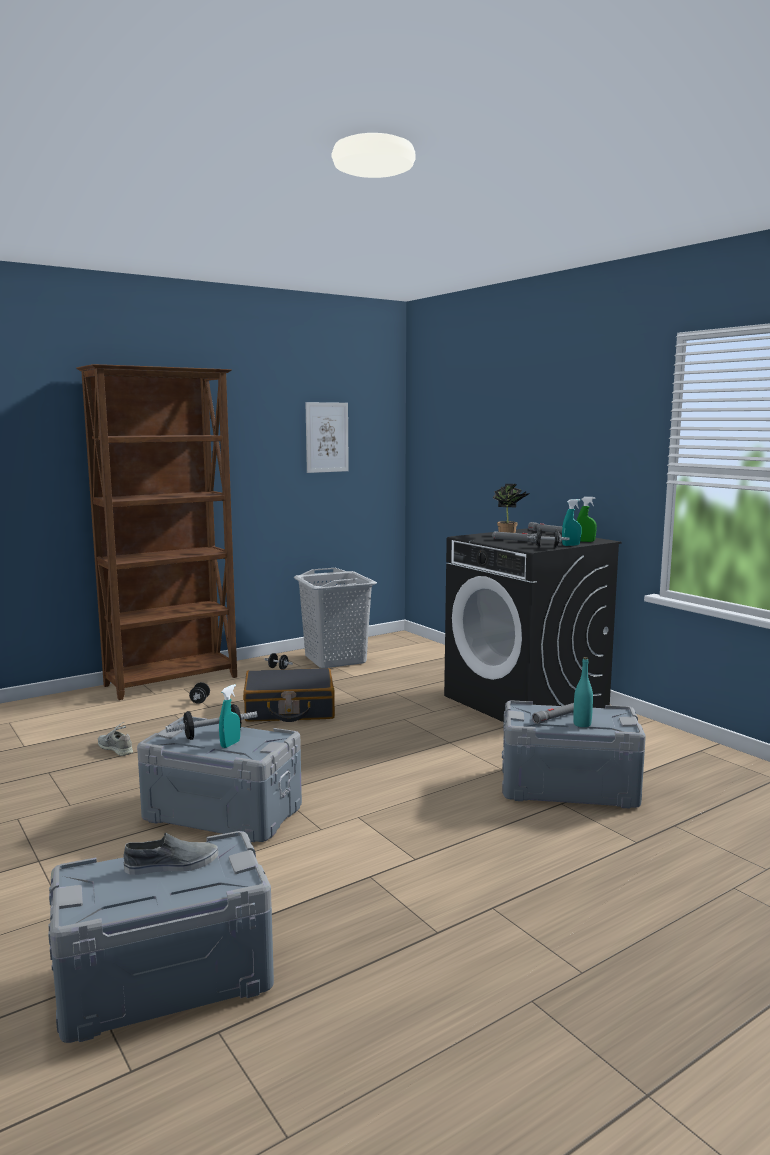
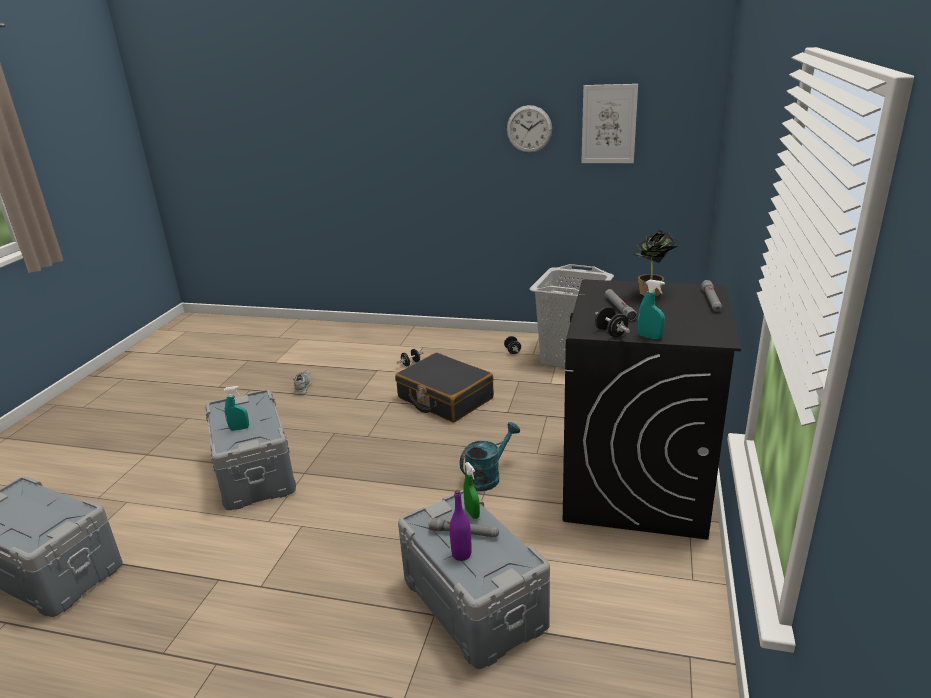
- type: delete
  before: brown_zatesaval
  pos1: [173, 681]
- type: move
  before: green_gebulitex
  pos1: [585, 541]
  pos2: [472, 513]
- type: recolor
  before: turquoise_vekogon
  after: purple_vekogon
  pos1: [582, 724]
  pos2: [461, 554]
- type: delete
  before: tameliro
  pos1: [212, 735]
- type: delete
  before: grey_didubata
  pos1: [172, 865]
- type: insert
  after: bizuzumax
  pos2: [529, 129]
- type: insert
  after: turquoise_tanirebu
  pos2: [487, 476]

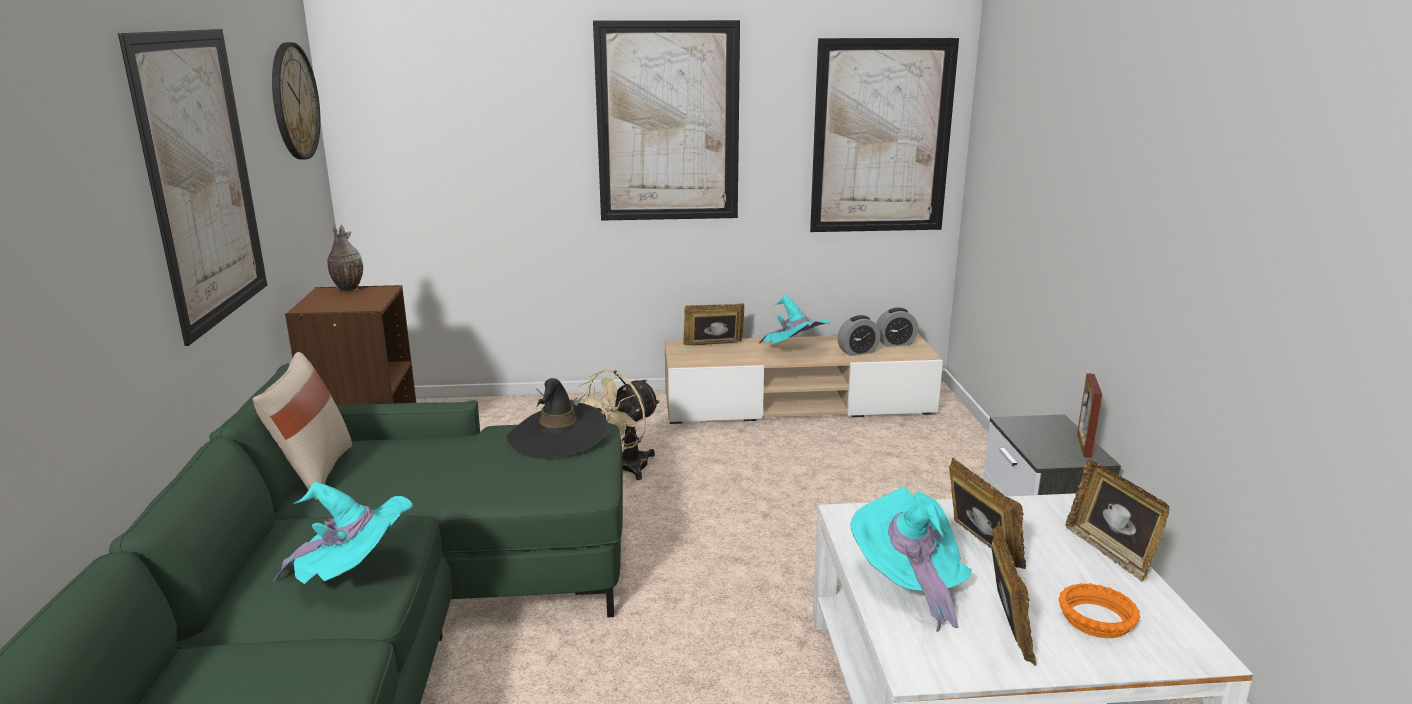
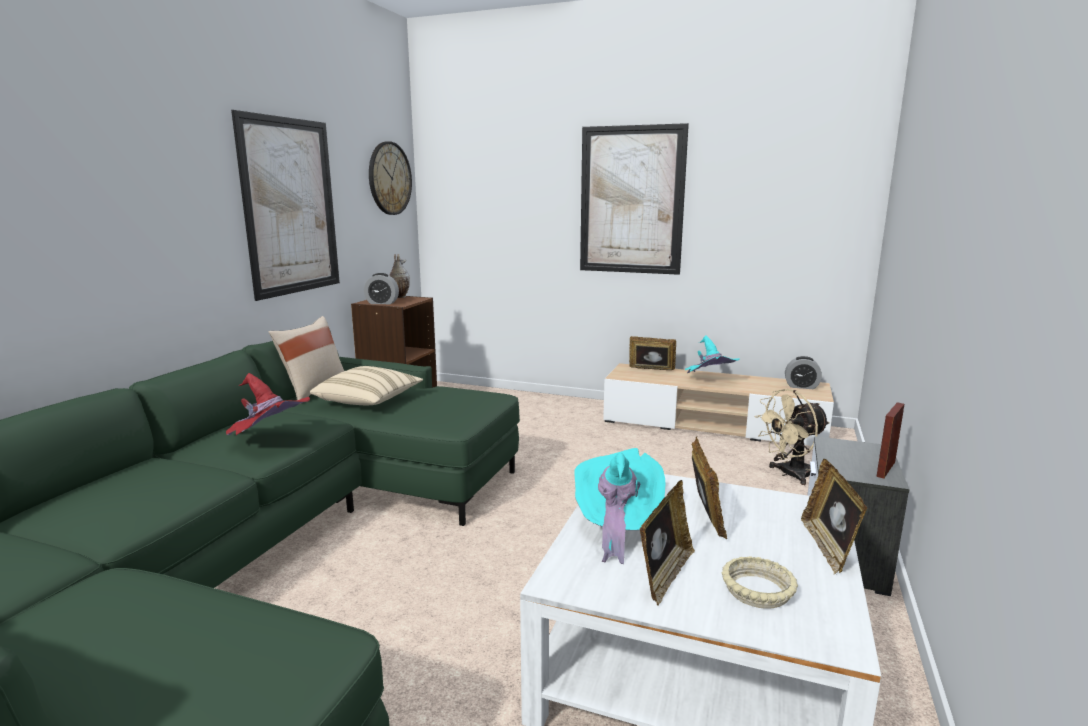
- type: delete
  before: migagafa
  pos1: [881, 137]
- type: move
  before: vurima
  pos1: [858, 352]
  pos2: [382, 303]
- type: move
  before: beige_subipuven
  pos1: [623, 469]
  pos2: [789, 474]
- type: delete
  before: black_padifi
  pos1: [558, 437]
- type: recolor
  before: turquoise_padifi
  after: red_padifi
  pos1: [355, 574]
  pos2: [269, 440]
- type: recolor
  before: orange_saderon
  after: beige_saderon
  pos1: [1095, 619]
  pos2: [757, 590]
- type: insert
  after: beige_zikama
  pos2: [369, 401]

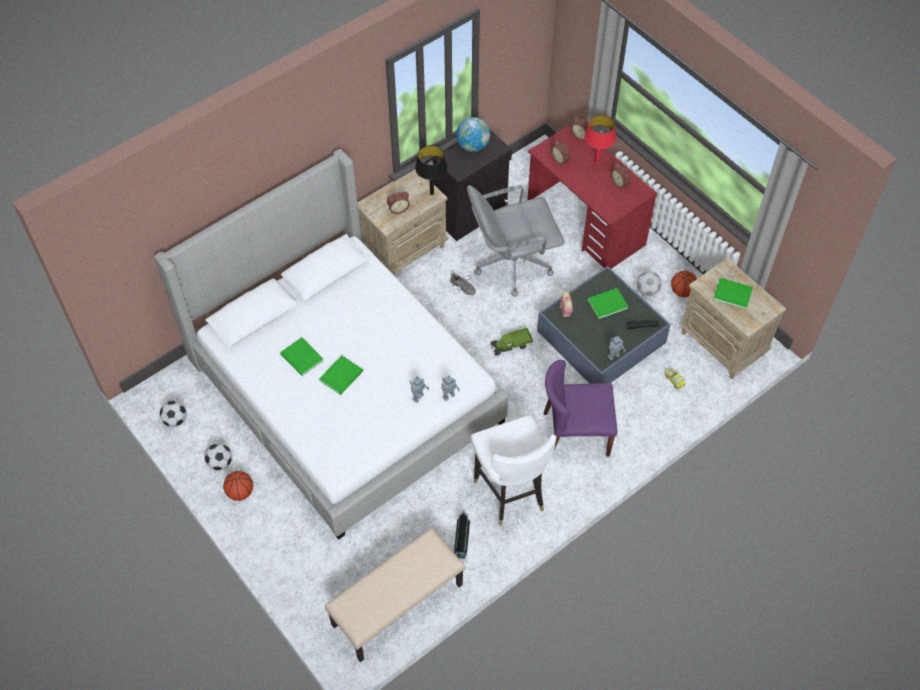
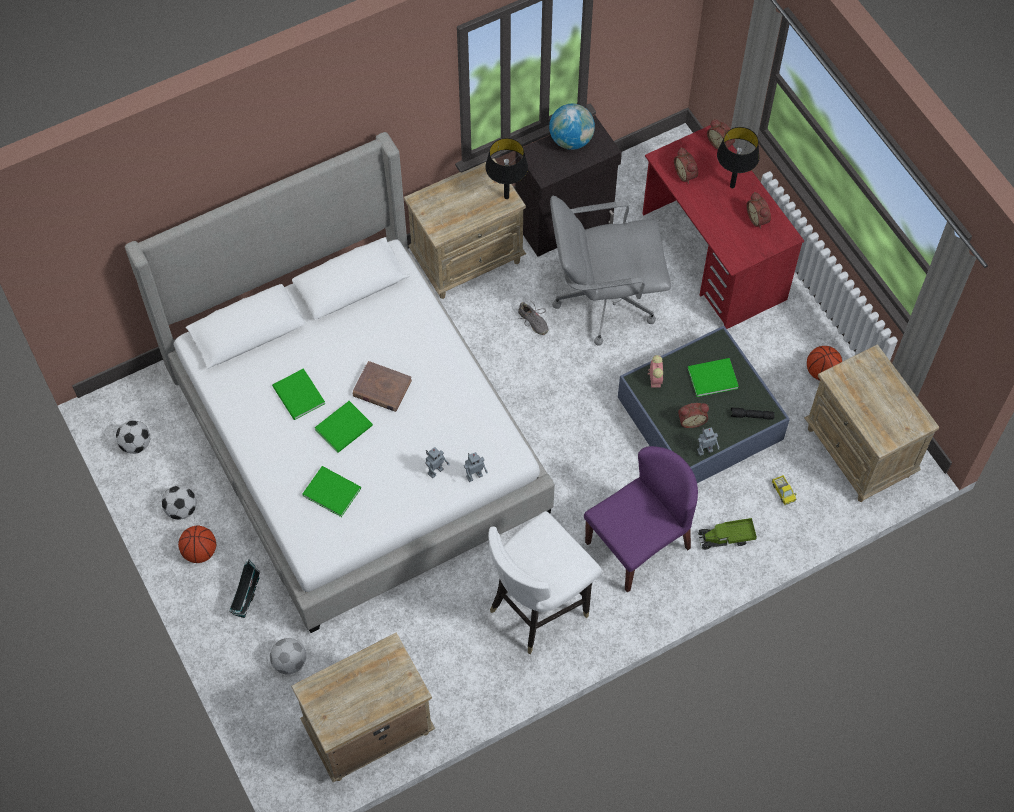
- type: recolor
  before: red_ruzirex
  after: black_ruzirex
  pos1: [596, 163]
  pos2: [732, 186]
- type: move
  before: vurima
  pos1: [398, 208]
  pos2: [691, 420]
- type: move
  before: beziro
  pos1: [647, 291]
  pos2: [289, 662]
- type: move
  before: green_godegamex
  pos1: [732, 293]
  pos2: [331, 490]
- type: move
  before: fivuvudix
  pos1: [511, 345]
  pos2: [726, 538]
- type: rotate
  before: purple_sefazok
  pos1: [575, 434]
  pos2: [638, 544]
  turn: 135
- type: rotate
  before: white_sefazok
  pos1: [510, 493]
  pos2: [538, 608]
  turn: 60
- type: move
  before: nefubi
  pos1: [461, 543]
  pos2: [245, 598]
- type: replace
  before: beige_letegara
  after: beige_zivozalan
  pos1: [397, 606]
  pos2: [368, 730]
- type: insert
  after: brown_godegamex
  pos2: [382, 388]

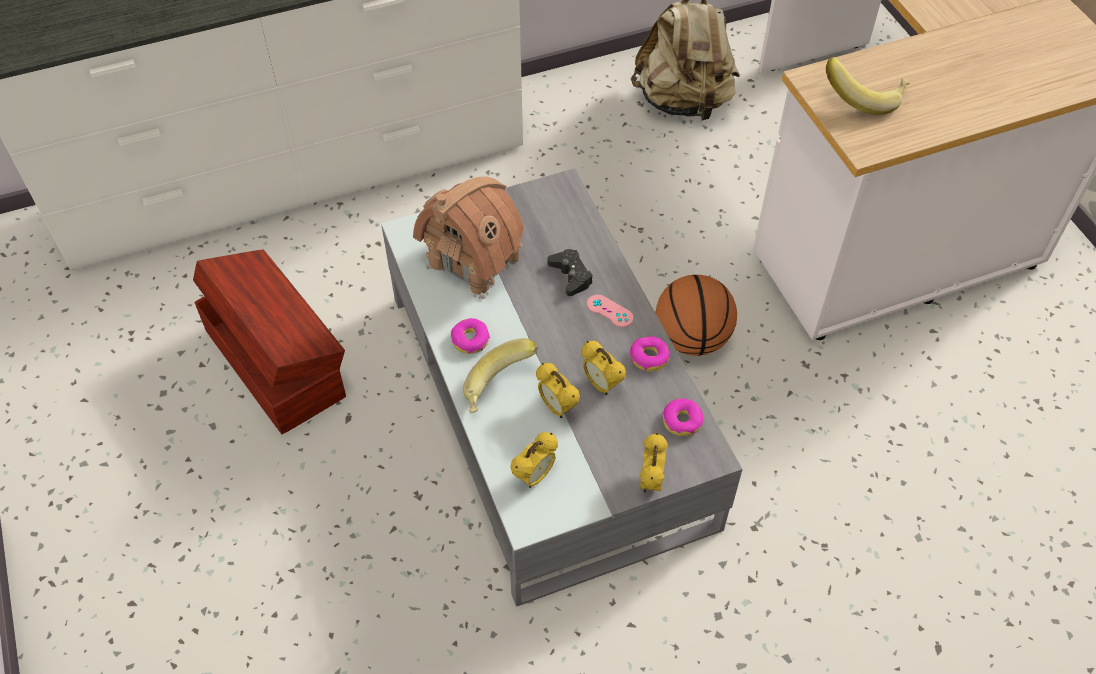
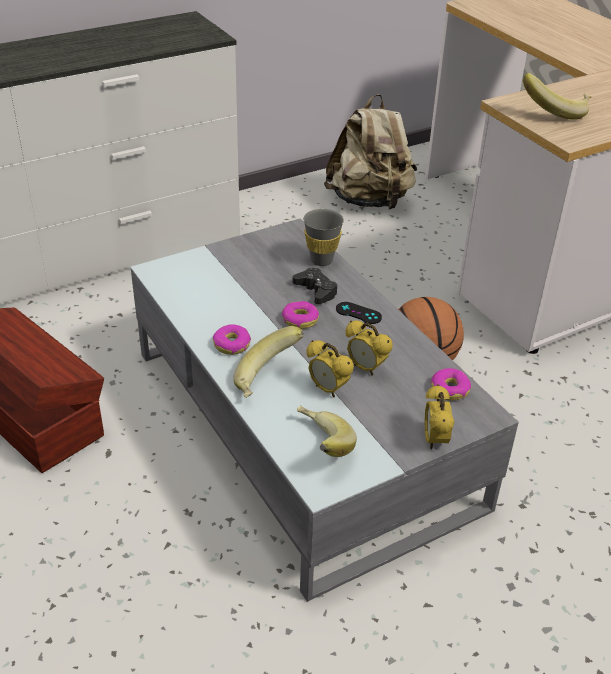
- type: delete
  before: nefubi
  pos1: [474, 260]
- type: recolor
  before: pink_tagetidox
  after: black_tagetidox
  pos1: [609, 311]
  pos2: [358, 313]
- type: move
  before: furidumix
  pos1: [649, 357]
  pos2: [300, 320]
- type: replace
  before: vurima
  after: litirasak
  pos1: [534, 476]
  pos2: [319, 447]
- type: insert
  after: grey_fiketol
  pos2: [321, 260]

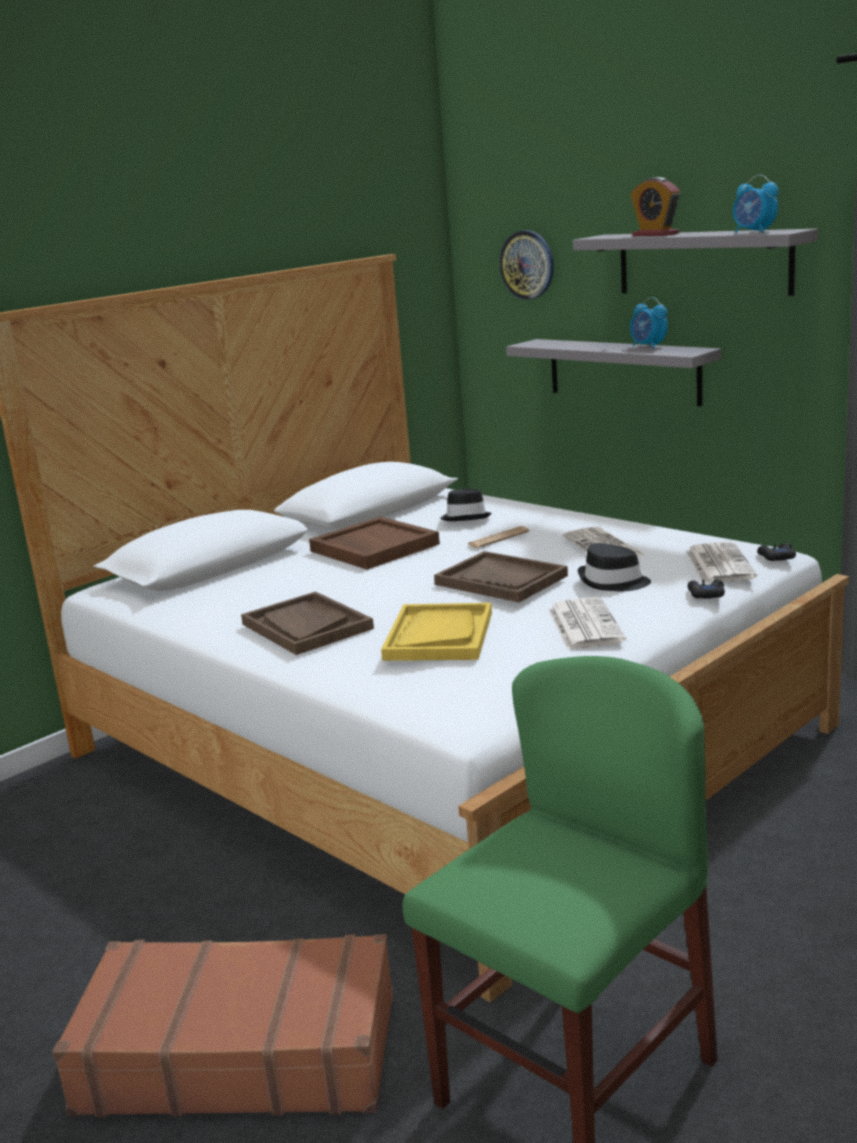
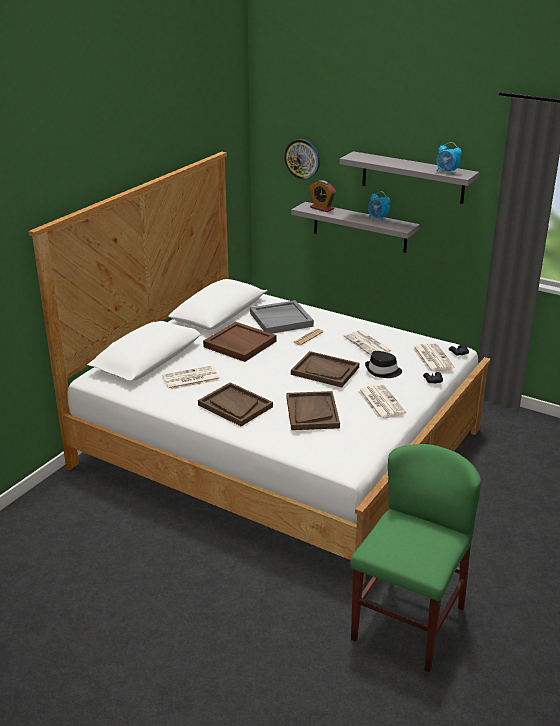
- type: move
  before: vurima
  pos1: [655, 235]
  pos2: [322, 208]
- type: replace
  before: black_padifi
  after: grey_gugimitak
  pos1: [466, 517]
  pos2: [281, 319]
- type: recolor
  before: yellow_gugimitak
  after: brown_gugimitak
  pos1: [439, 635]
  pos2: [312, 412]
- type: delete
  before: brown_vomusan
  pos1: [239, 1052]
- type: insert
  after: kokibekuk
  pos2: [190, 379]

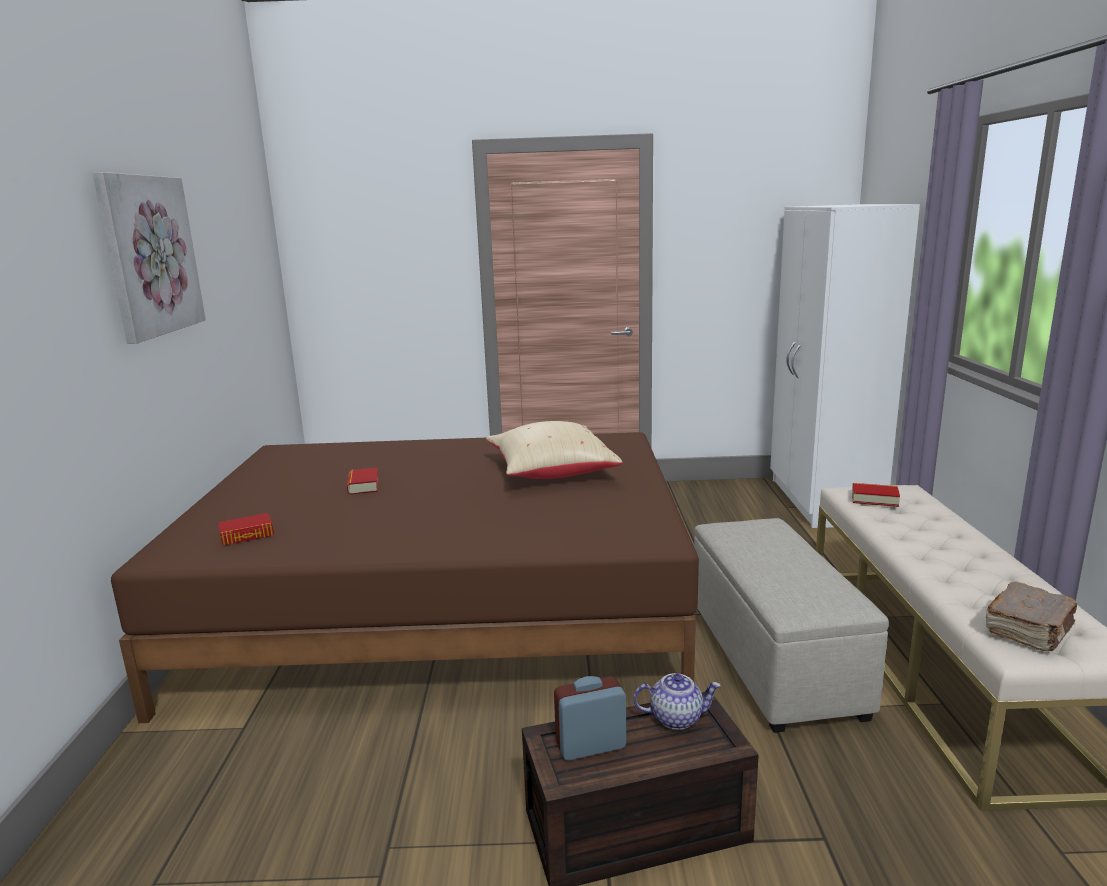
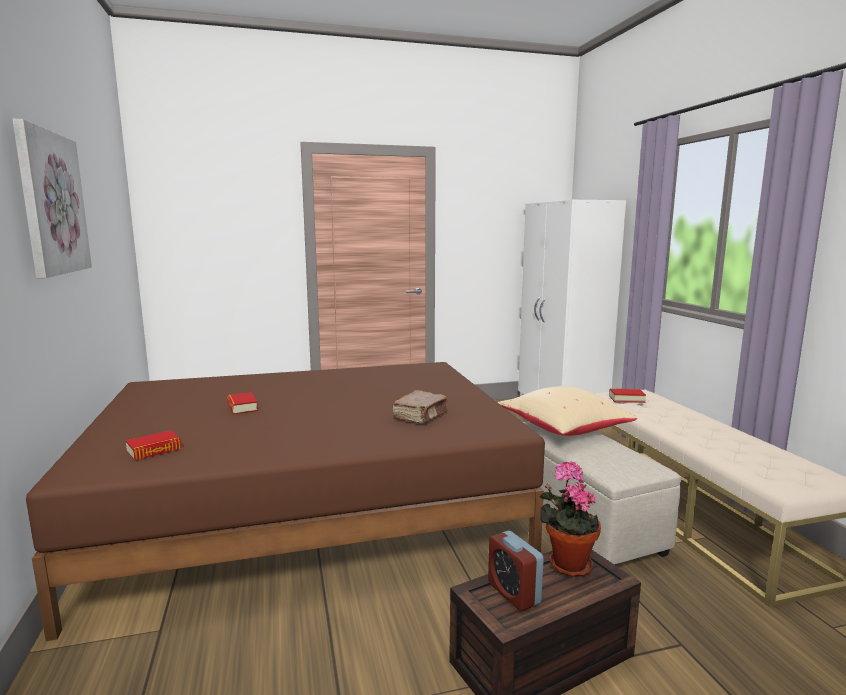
- type: move
  before: beige_zikama
  pos1: [550, 473]
  pos2: [562, 429]
- type: move
  before: brown_godegamex
  pos1: [1029, 630]
  pos2: [421, 416]
- type: replace
  before: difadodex
  after: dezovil
  pos1: [676, 718]
  pos2: [566, 563]
- type: rotate
  before: vurima
  pos1: [590, 745]
  pos2: [513, 593]
  turn: -90

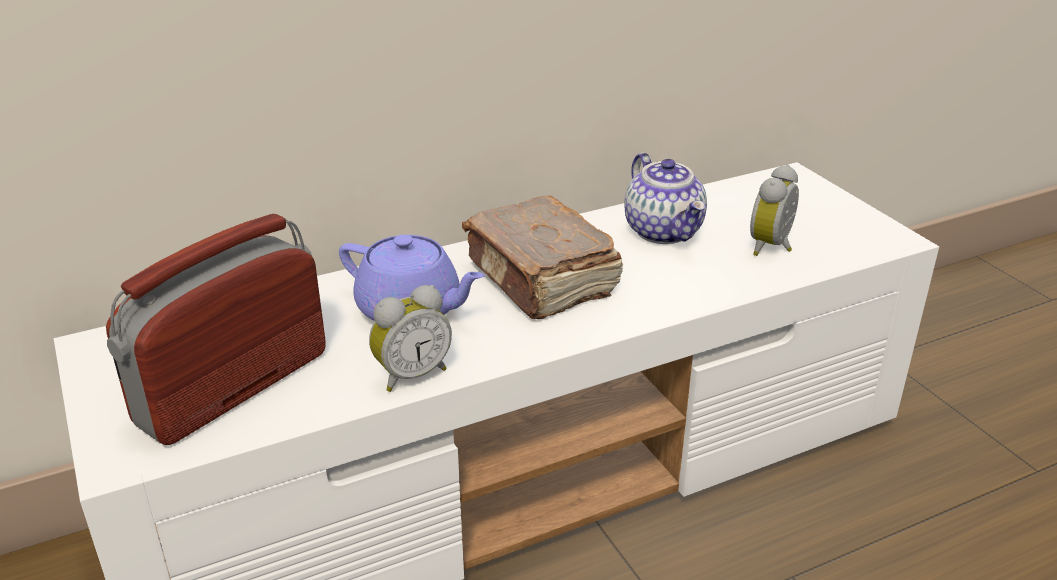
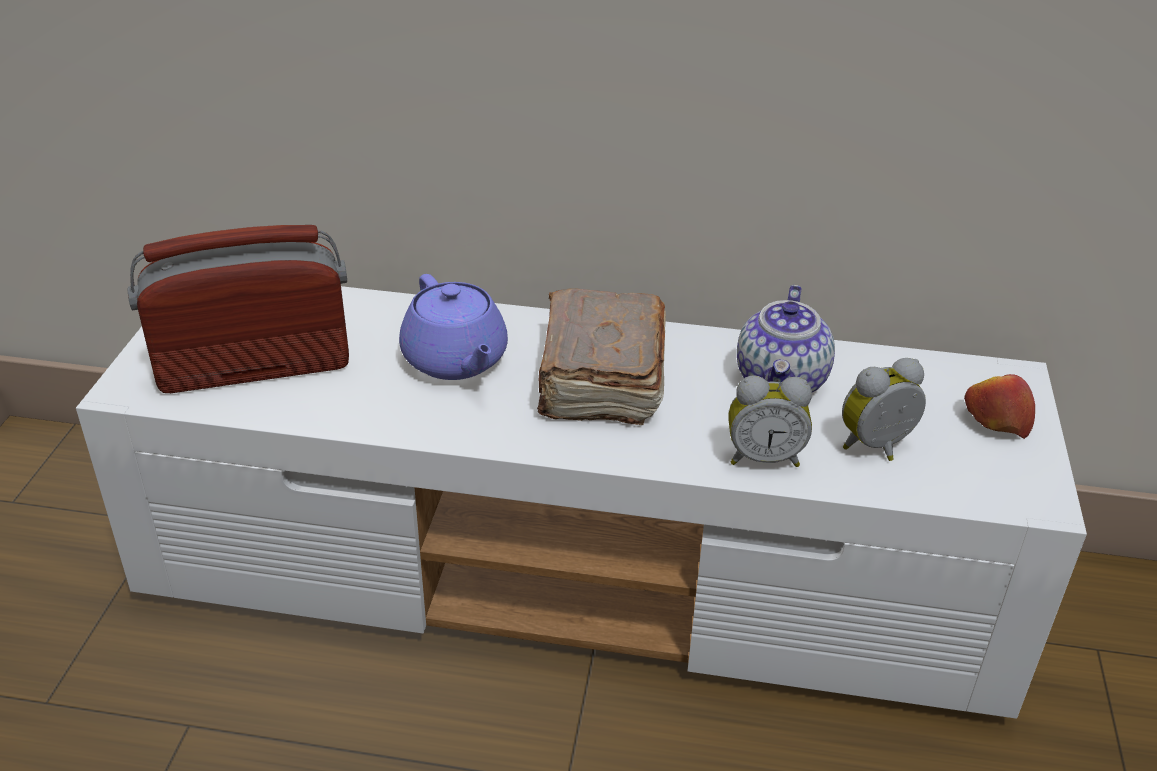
- type: move
  before: vurima
  pos1: [411, 374]
  pos2: [763, 457]
- type: insert
  after: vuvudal
  pos2: [995, 419]

